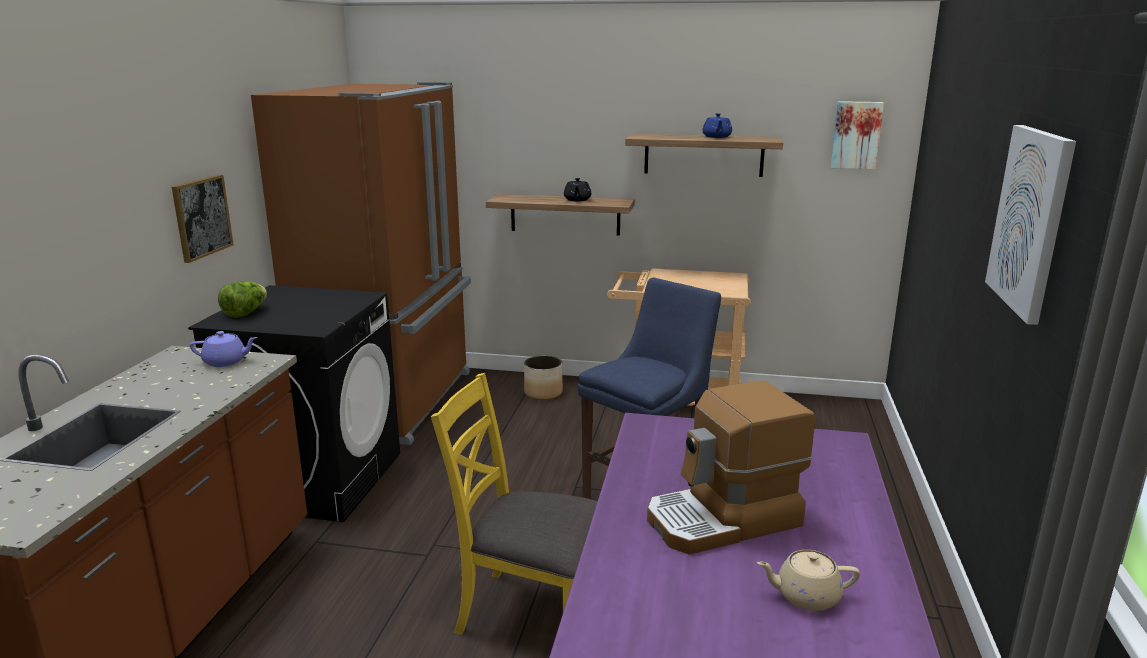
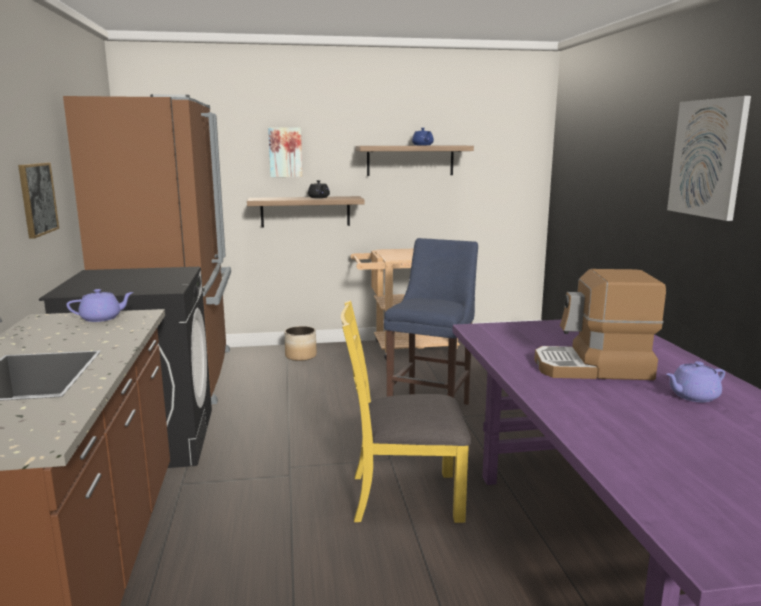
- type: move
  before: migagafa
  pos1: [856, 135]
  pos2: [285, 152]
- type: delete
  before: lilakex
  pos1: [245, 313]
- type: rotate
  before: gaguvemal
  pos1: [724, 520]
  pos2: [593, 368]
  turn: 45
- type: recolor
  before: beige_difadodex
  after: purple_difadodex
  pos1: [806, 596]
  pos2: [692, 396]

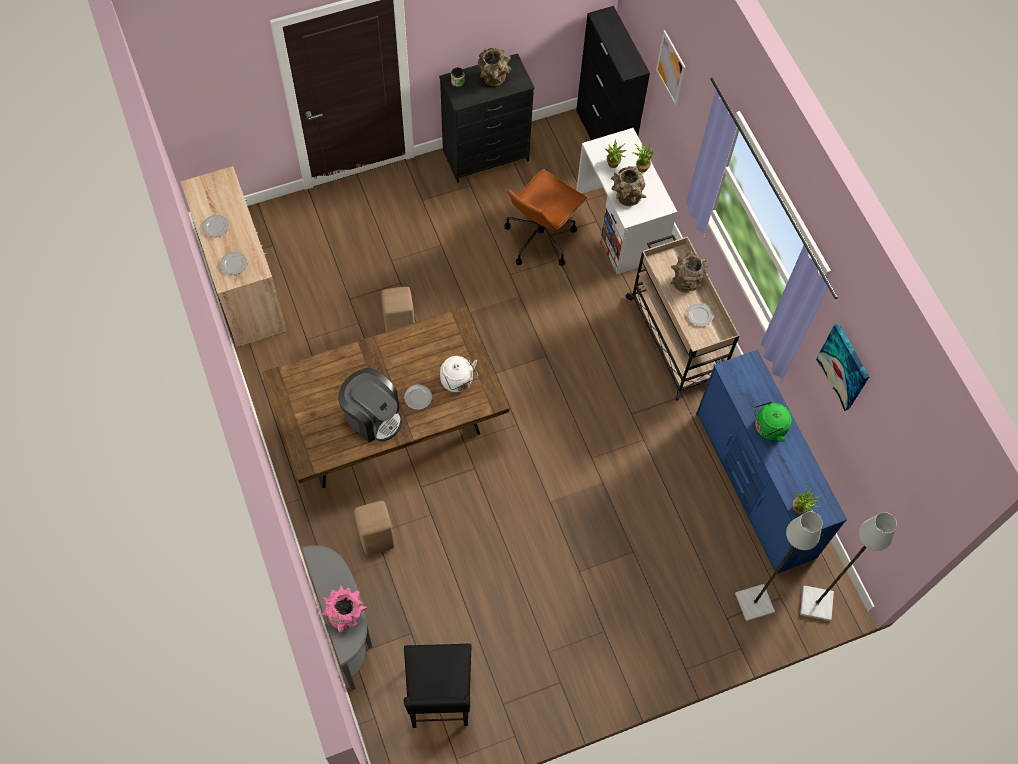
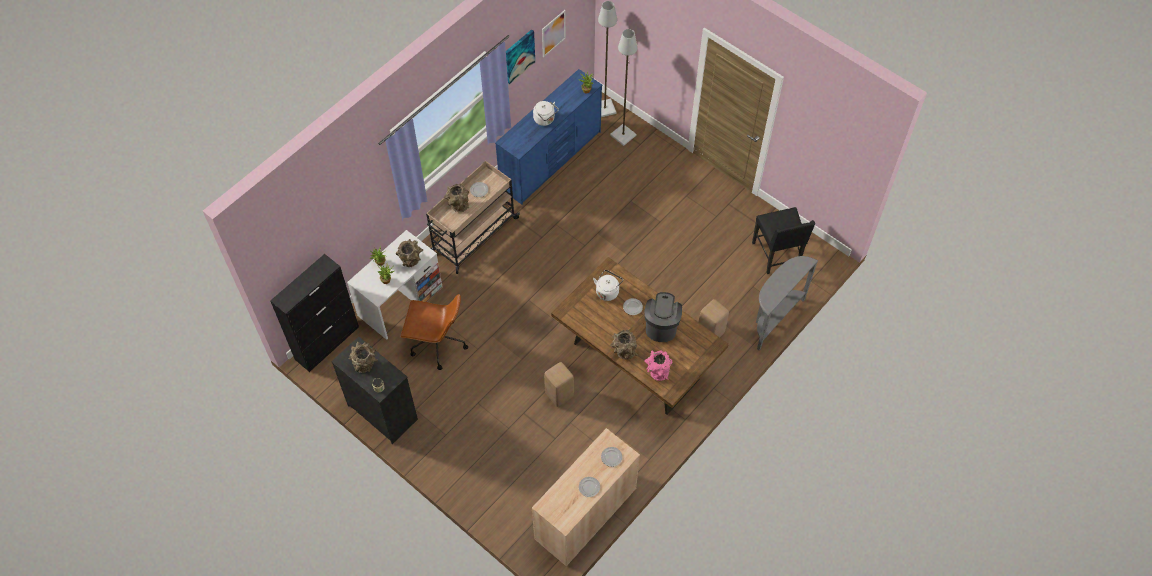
- type: move
  before: migagafa
  pos1: [671, 68]
  pos2: [553, 33]
- type: recolor
  before: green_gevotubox
  after: white_gevotubox
  pos1: [768, 428]
  pos2: [545, 120]
- type: move
  before: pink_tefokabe
  pos1: [346, 614]
  pos2: [657, 372]
- type: rotate
  before: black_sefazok
  pos1: [440, 697]
  pos2: [777, 255]
  turn: 105
- type: insert
  after: brown_tefokabe
  pos2: [623, 352]

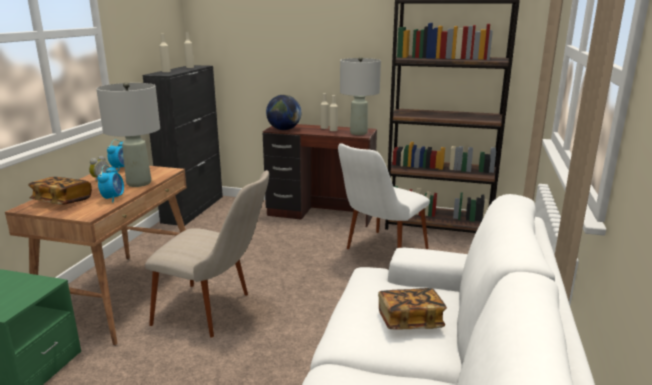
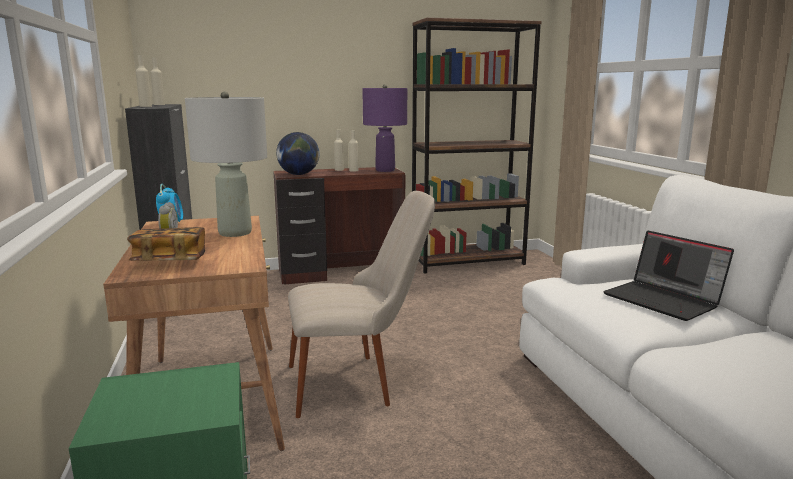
- type: recolor
  before: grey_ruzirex
  after: purple_ruzirex
  pos1: [359, 133]
  pos2: [385, 170]
- type: delete
  before: white_sefazok
  pos1: [379, 253]
- type: delete
  before: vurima
  pos1: [113, 198]
- type: replace
  before: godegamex
  after: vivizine
  pos1: [410, 321]
  pos2: [664, 300]

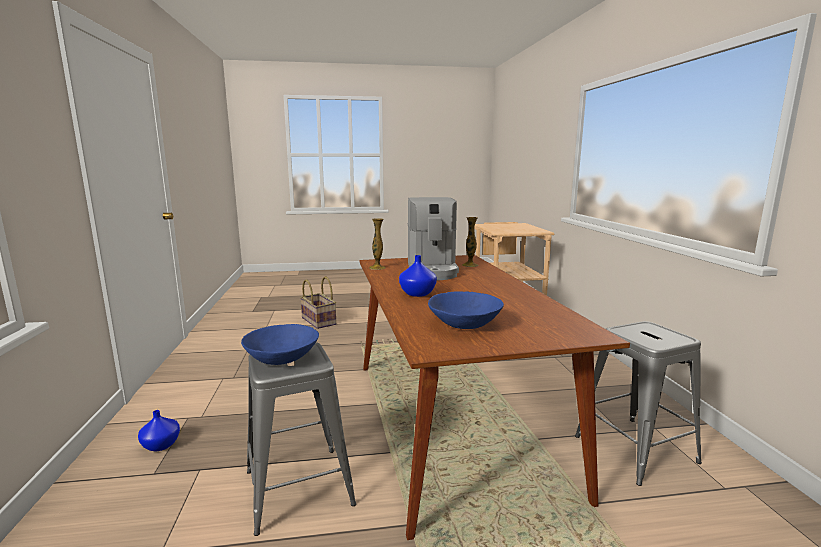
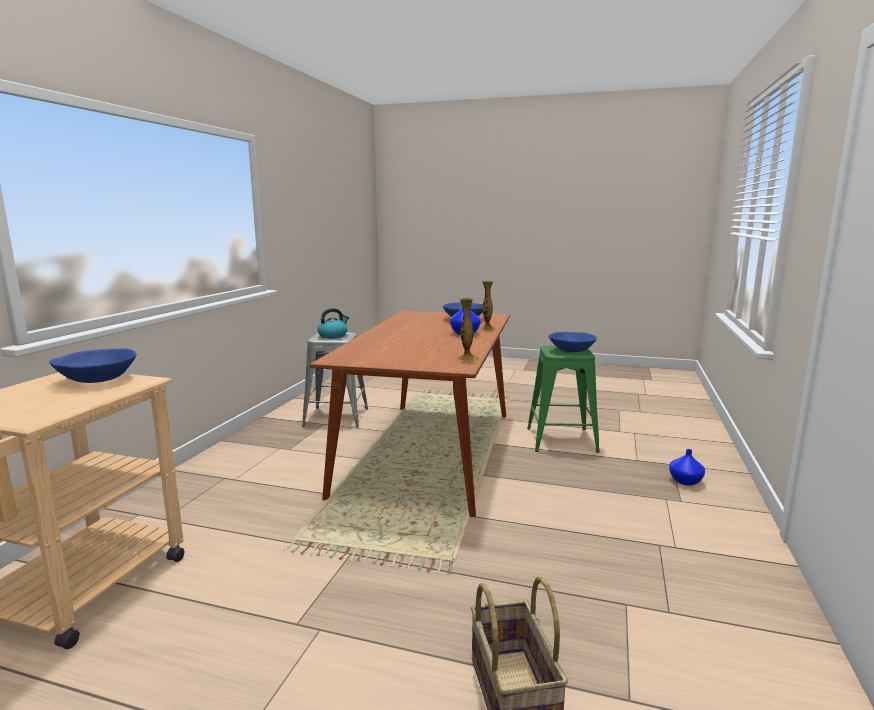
- type: delete
  before: gaguvemal
  pos1: [432, 270]
- type: move
  before: tefokabe
  pos1: [470, 265]
  pos2: [487, 329]
- type: recolor
  before: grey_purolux
  after: green_purolux
  pos1: [299, 487]
  pos2: [561, 440]
- type: insert
  after: gevotubox
  pos2: [333, 335]
- type: insert
  after: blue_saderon
  pos2: [97, 380]

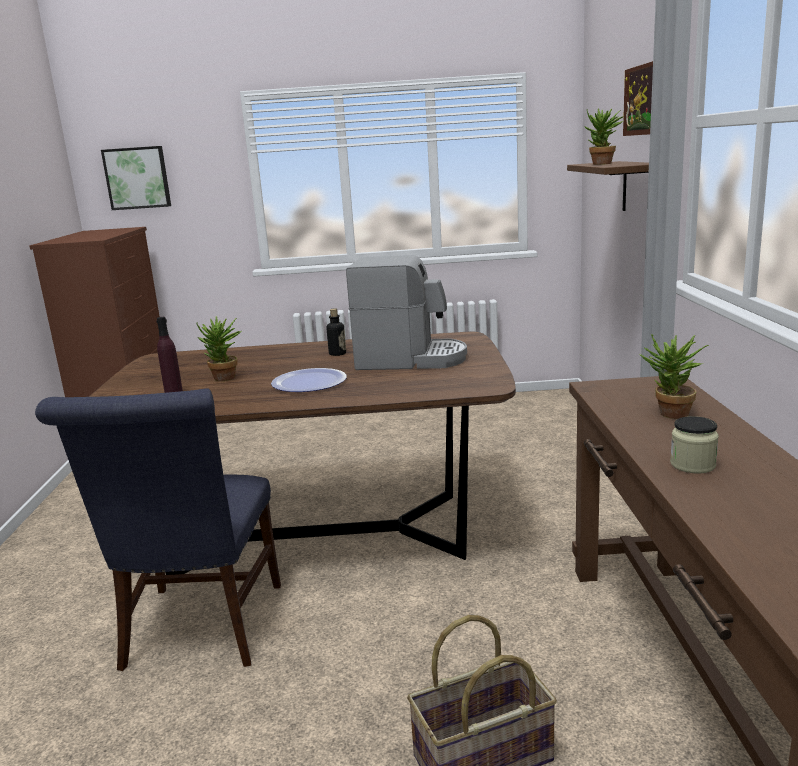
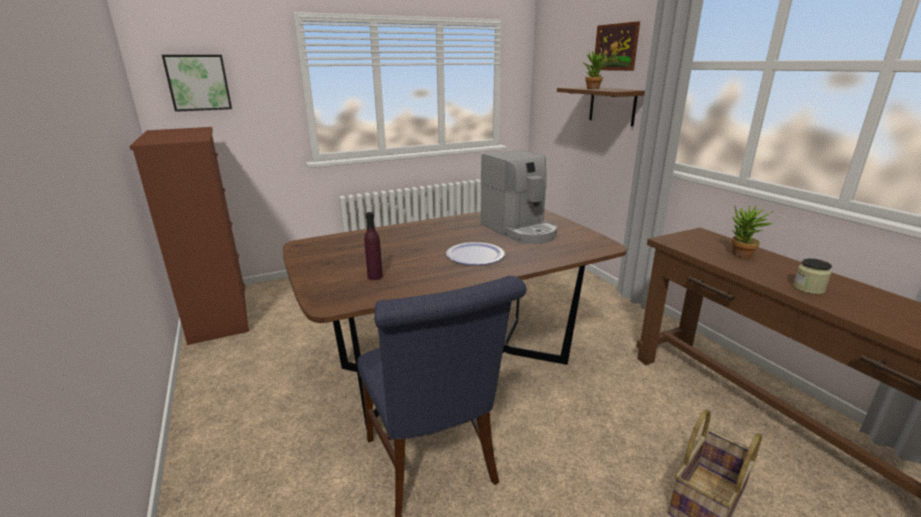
- type: rotate
  before: gaguvemal
  pos1: [410, 359]
  pos2: [520, 230]
  turn: 75
- type: delete
  before: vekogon
  pos1: [337, 353]
- type: delete
  before: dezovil
  pos1: [224, 379]

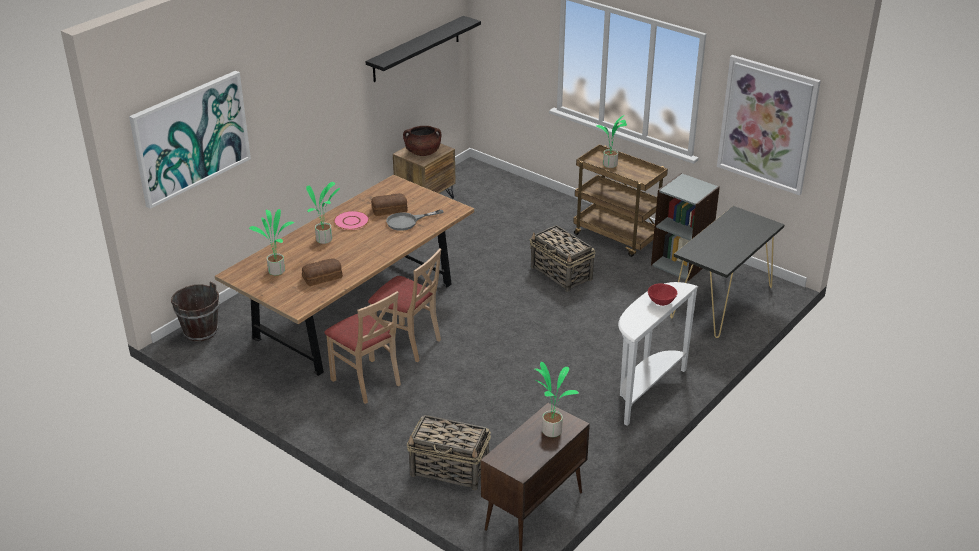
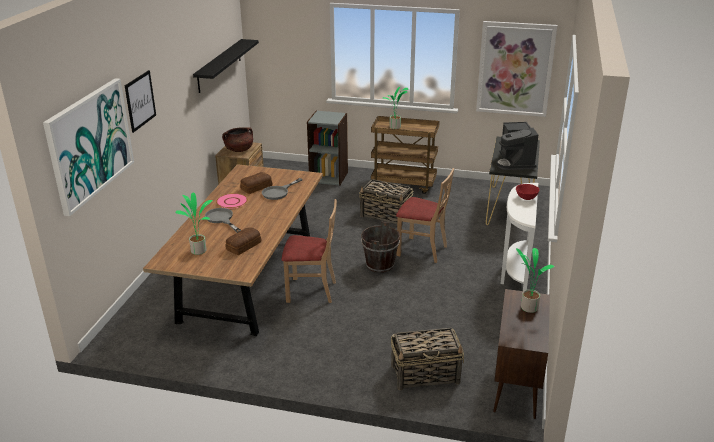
- type: move
  before: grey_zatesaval
  pos1: [681, 263]
  pos2: [329, 177]
- type: replace
  before: dezovil
  after: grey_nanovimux
  pos1: [325, 240]
  pos2: [221, 219]
- type: move
  before: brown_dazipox
  pos1: [200, 332]
  pos2: [380, 265]
- type: move
  before: beige_sefazok
  pos1: [366, 381]
  pos2: [422, 250]
- type: insert
  after: migagafa
  pos2: [140, 101]
- type: insert
  after: gaguvemal
  pos2: [515, 162]

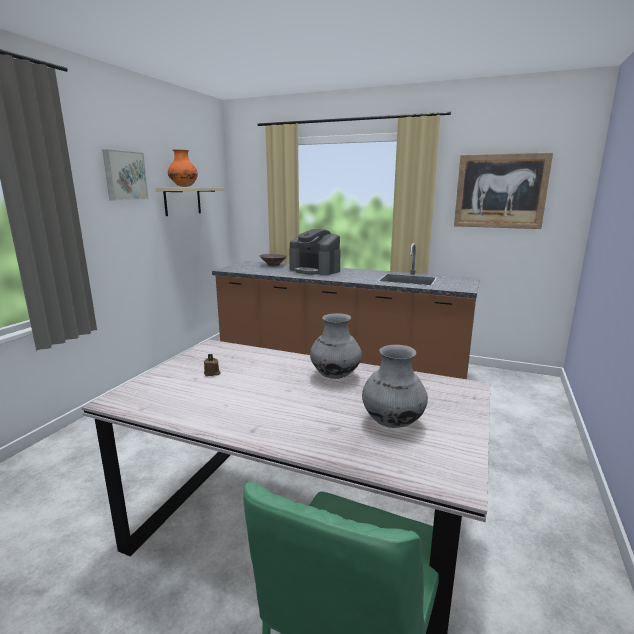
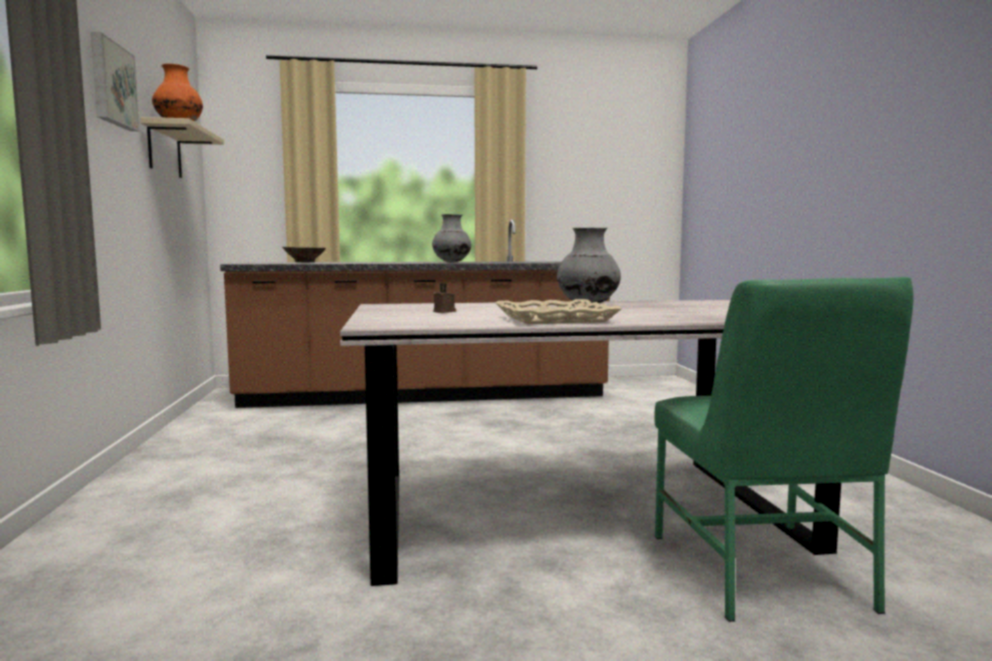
- type: delete
  before: migagafa
  pos1: [500, 191]
- type: delete
  before: gaguvemal
  pos1: [315, 270]
- type: move
  before: grey_tefokabe
  pos1: [392, 422]
  pos2: [451, 262]
- type: insert
  after: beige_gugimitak
  pos2: [555, 319]

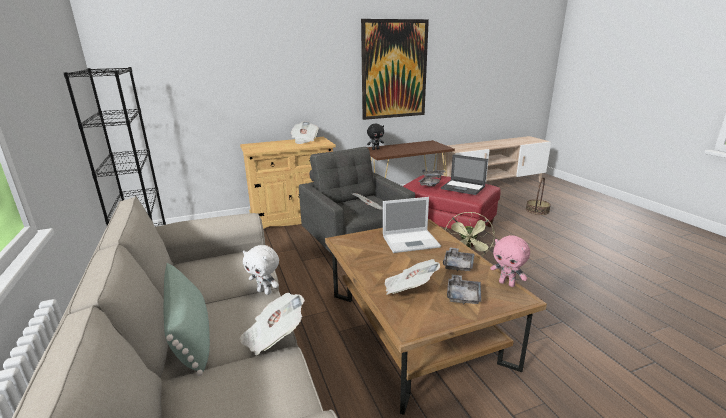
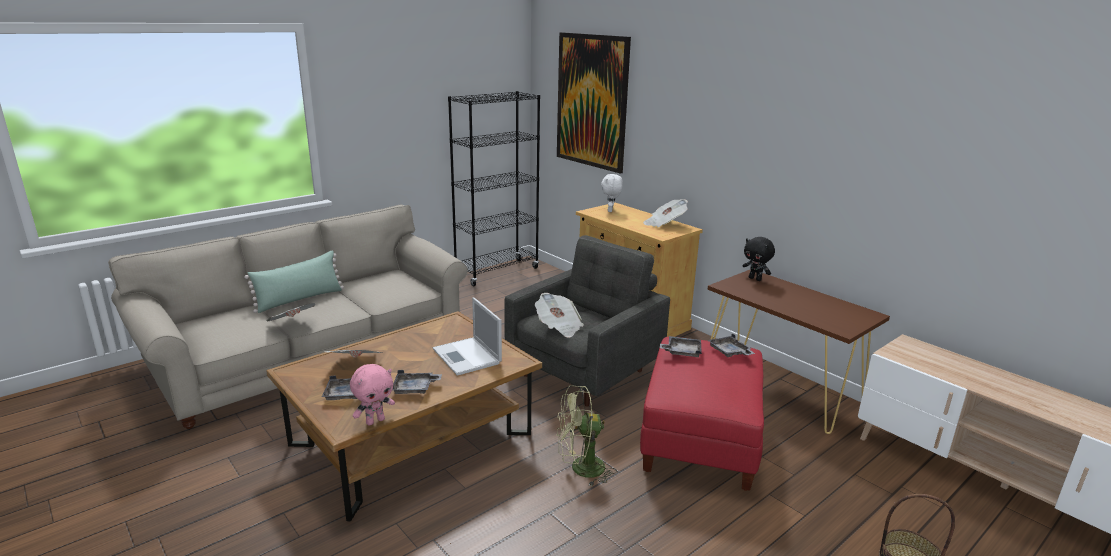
- type: move
  before: migagafa
  pos1: [394, 70]
  pos2: [591, 101]
- type: delete
  before: vivizine
  pos1: [463, 187]
- type: rotate
  before: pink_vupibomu
  pos1: [507, 283]
  pos2: [375, 421]
  turn: -150
- type: move
  before: white_vupibomu
  pos1: [265, 291]
  pos2: [611, 210]

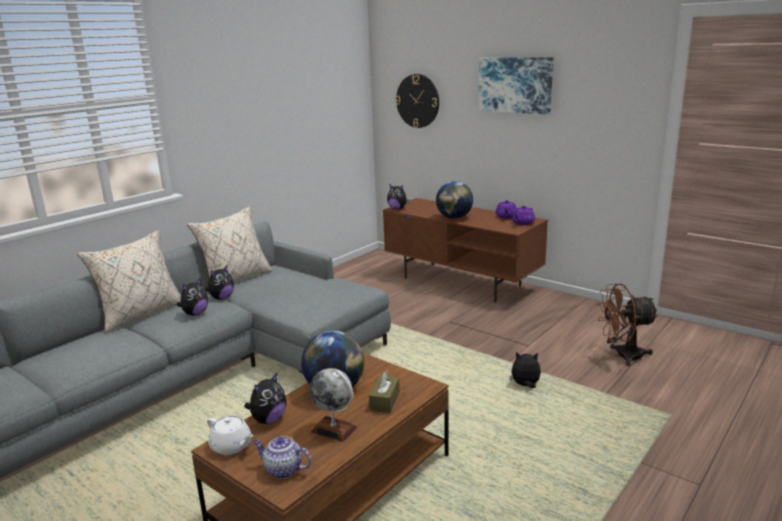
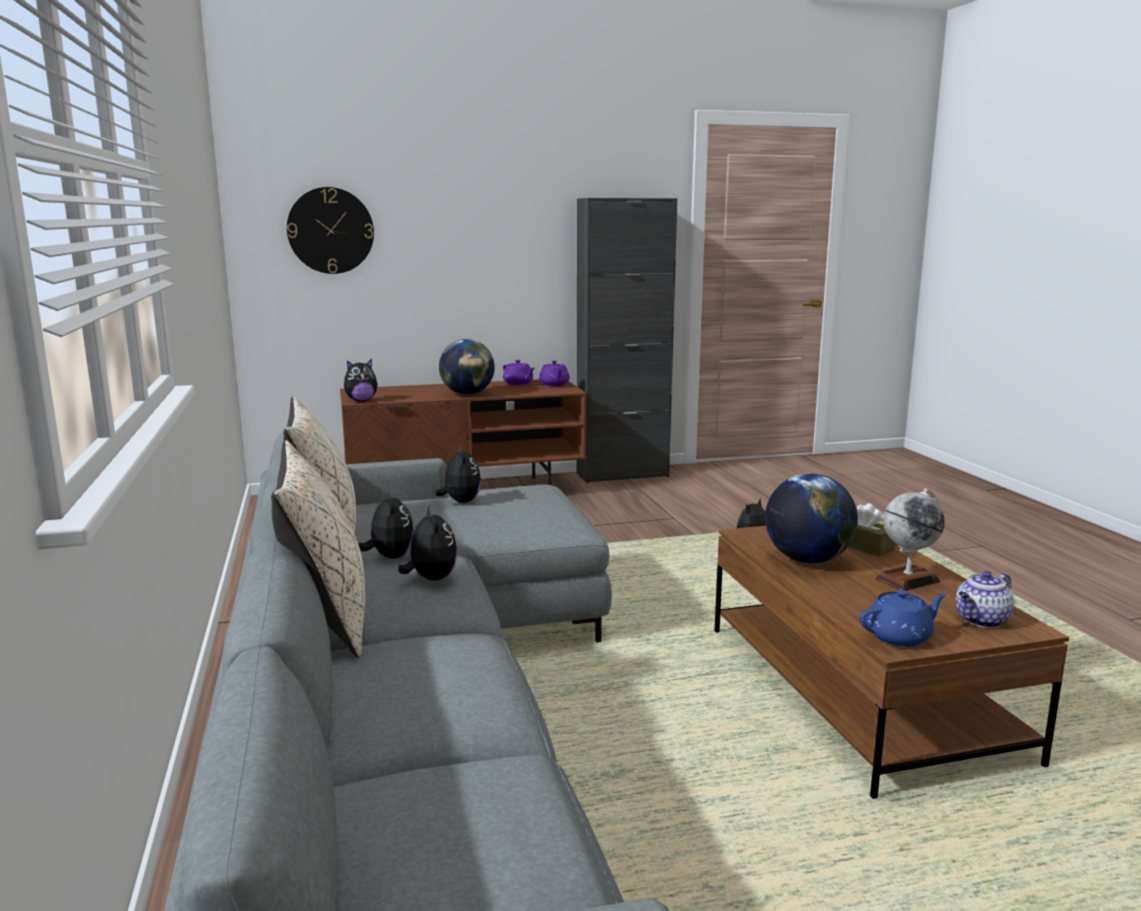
- type: delete
  before: migagafa
  pos1: [515, 85]
- type: delete
  before: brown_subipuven
  pos1: [622, 356]
- type: move
  before: vupibomu
  pos1: [268, 420]
  pos2: [460, 501]
- type: recolor
  before: white_difadodex
  after: blue_difadodex
  pos1: [232, 446]
  pos2: [899, 636]
- type: insert
  after: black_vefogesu
  pos2: [622, 474]

